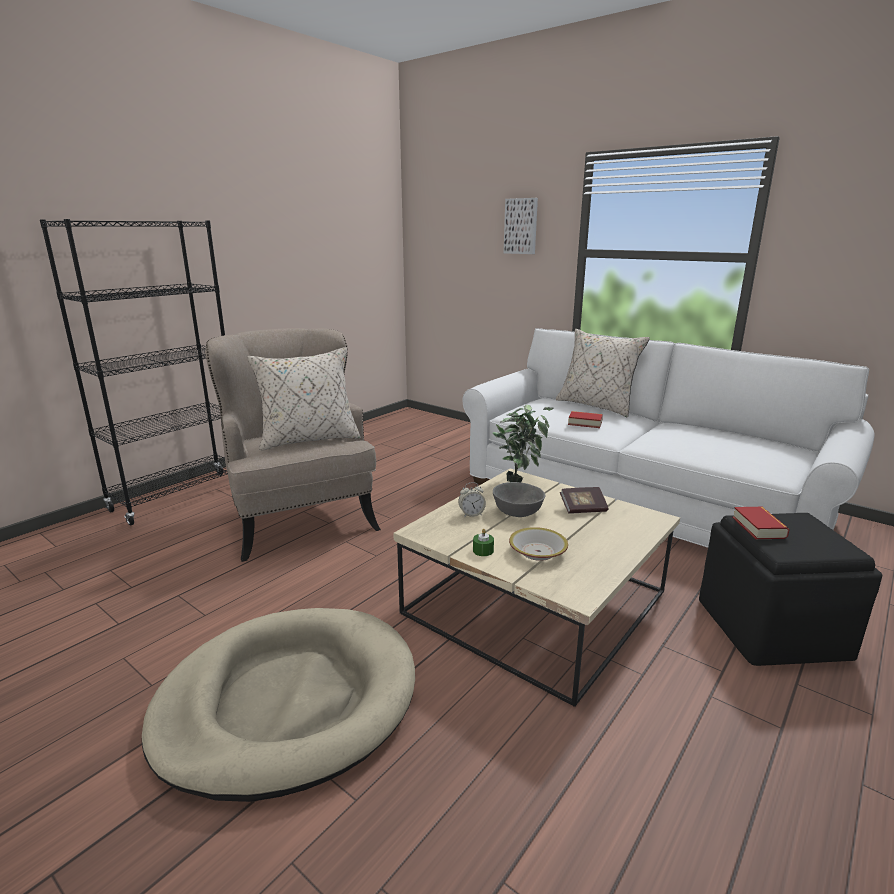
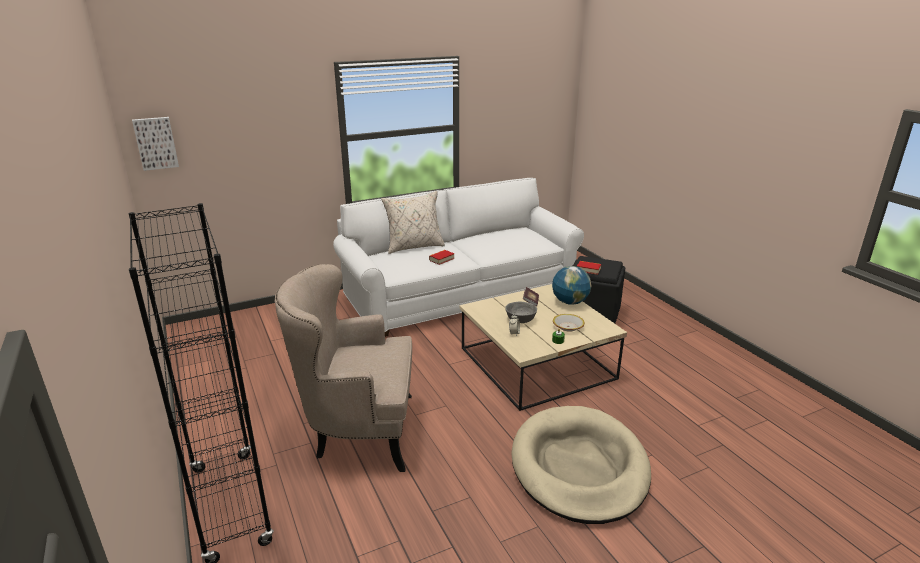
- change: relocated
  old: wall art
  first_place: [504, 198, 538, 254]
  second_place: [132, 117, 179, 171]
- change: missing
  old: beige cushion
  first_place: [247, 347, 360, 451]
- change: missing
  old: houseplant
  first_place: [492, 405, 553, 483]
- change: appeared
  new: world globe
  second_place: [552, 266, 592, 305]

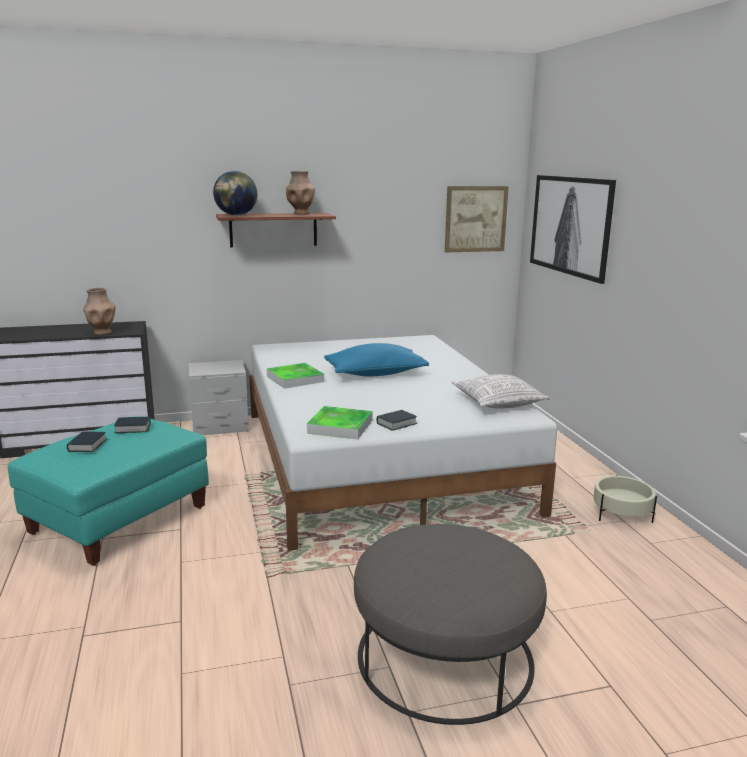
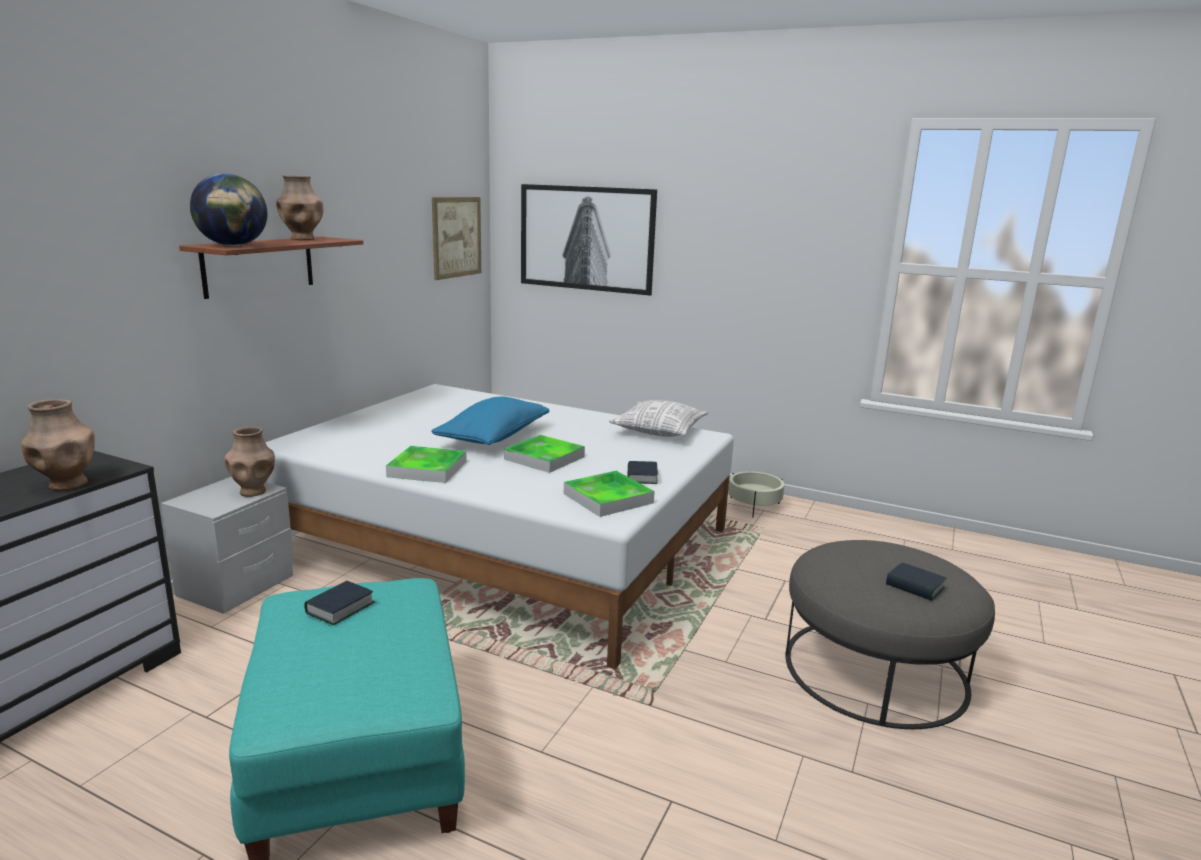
- change: relocated
  old: book
  first_place: [67, 431, 107, 452]
  second_place: [886, 563, 946, 601]
- change: appeared
  new: brown vase
  second_place: [224, 426, 275, 497]
- change: appeared
  new: carrying tray
  second_place: [504, 435, 585, 473]

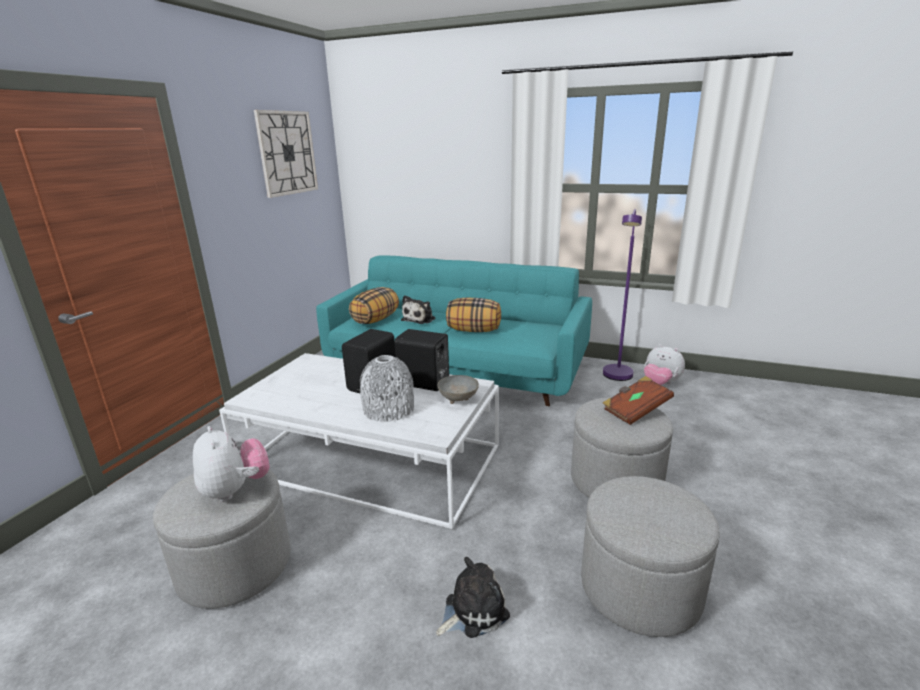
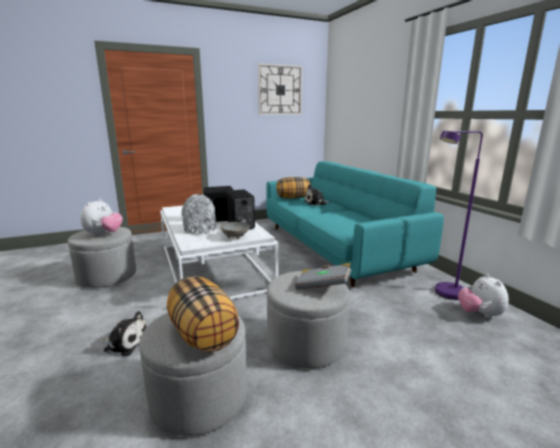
- change: relocated
  old: cushion
  first_place: [446, 298, 501, 332]
  second_place: [167, 276, 239, 352]
- change: colour
  old: brown book
  new: gray book
  first_place: [603, 376, 674, 425]
  second_place: [295, 263, 352, 290]

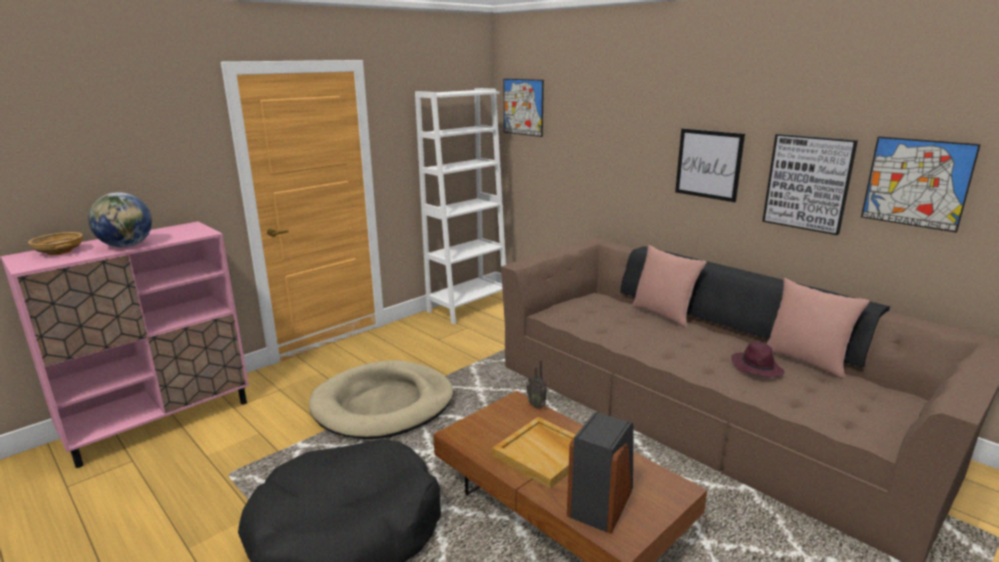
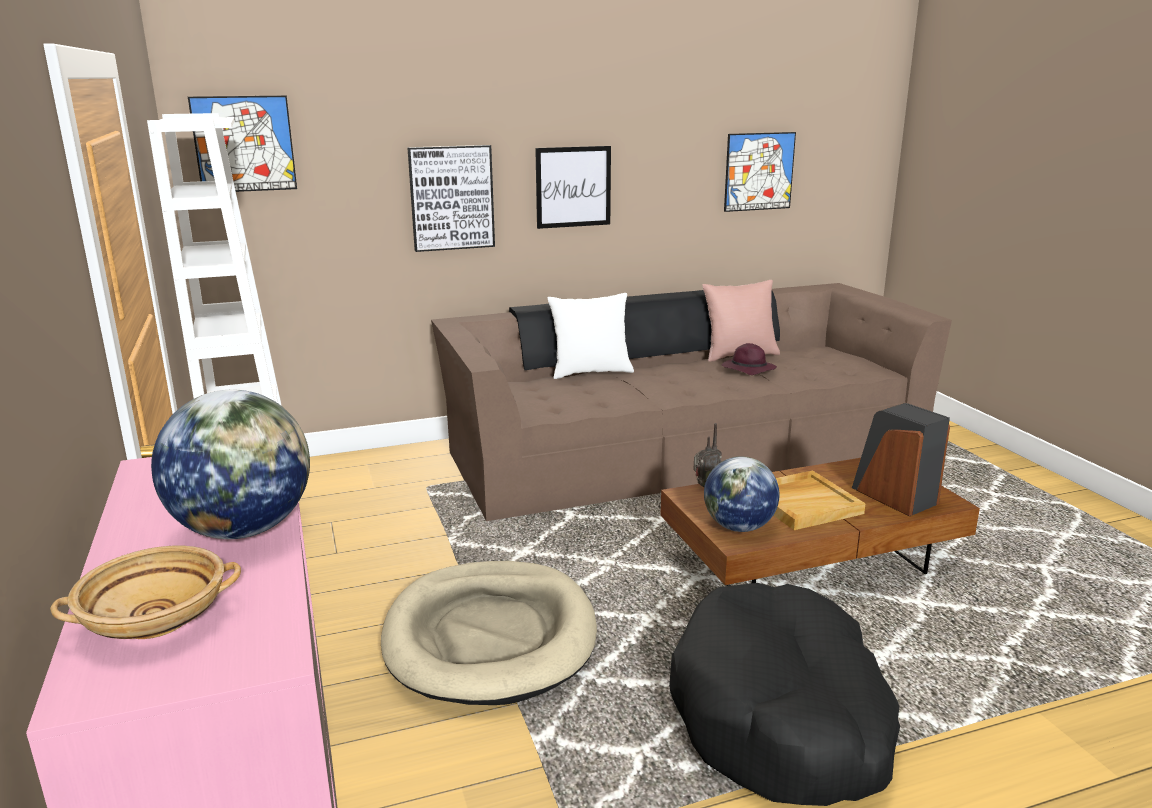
- change: relocated
  old: wall art
  first_place: [762, 134, 858, 235]
  second_place: [407, 145, 495, 252]
- change: colour
  old: pink-coloured cushion
  new: whitish cushion
  first_place: [632, 245, 707, 328]
  second_place: [548, 293, 634, 379]
- change: appeared
  new: world globe
  second_place: [704, 456, 780, 532]

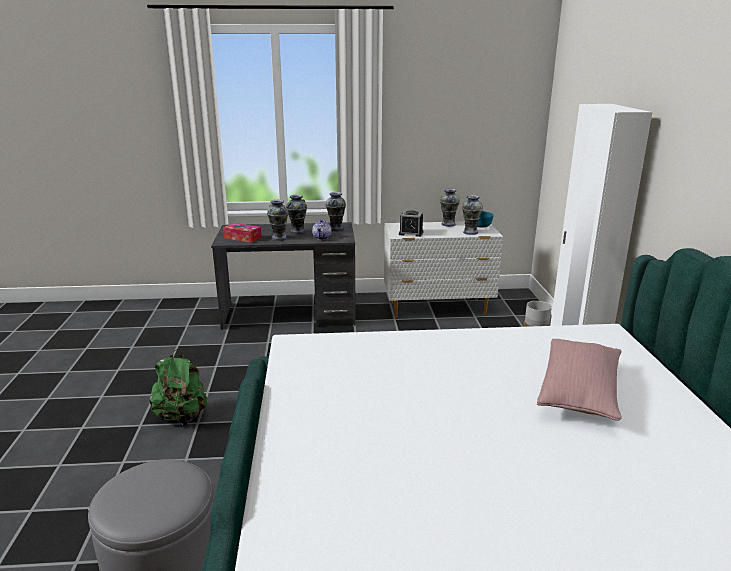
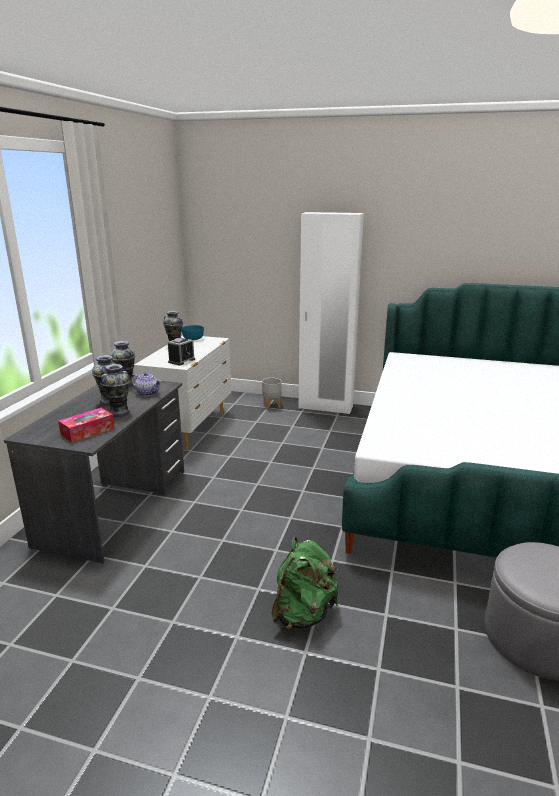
- change: missing
  old: vase
  first_place: [462, 195, 483, 235]
- change: missing
  old: pink-coloured cushion
  first_place: [537, 339, 622, 421]

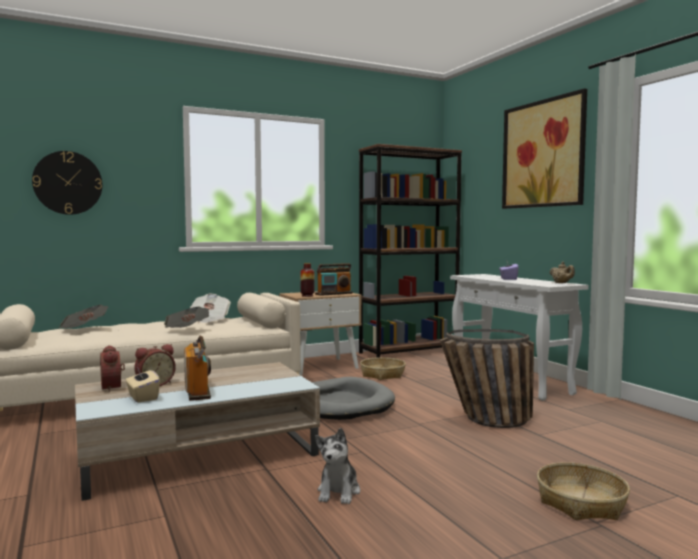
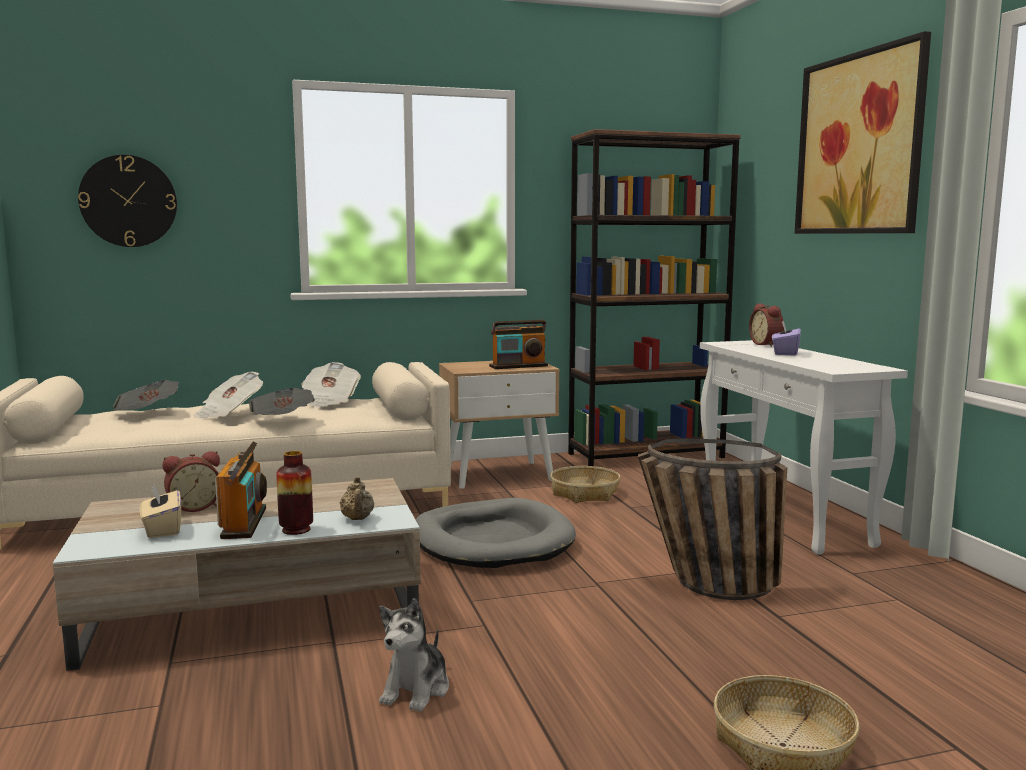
- change: relocated
  old: beige tea pot
  first_place: [549, 262, 575, 283]
  second_place: [340, 477, 374, 520]
- change: relocated
  old: vase
  first_place: [300, 263, 314, 297]
  second_place: [276, 451, 313, 535]
- change: relocated
  old: bedside clock
  first_place: [100, 345, 125, 392]
  second_place: [749, 304, 784, 347]
- change: appeared
  new: newspaper
  second_place: [194, 372, 263, 418]

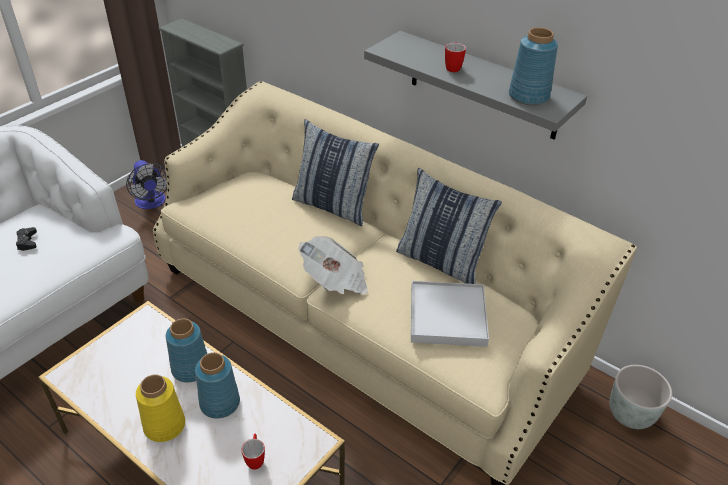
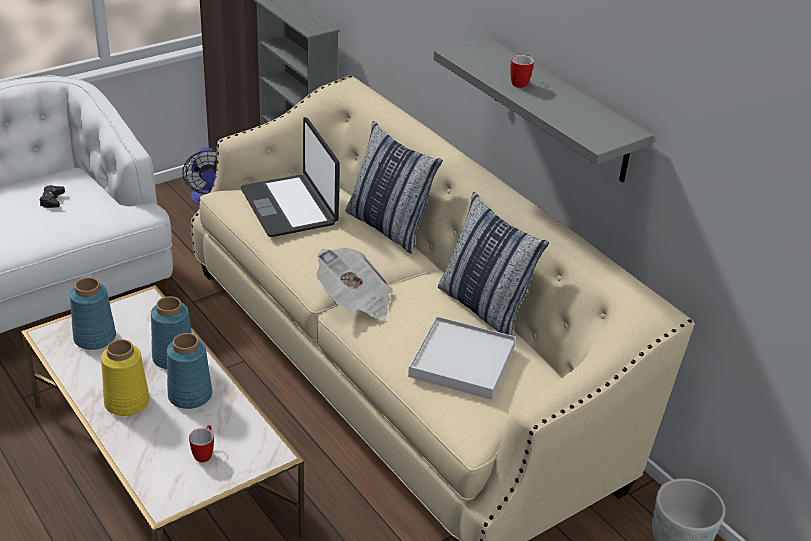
- change: relocated
  old: blue-coloured vase
  first_place: [509, 27, 558, 105]
  second_place: [70, 277, 116, 350]
- change: appeared
  new: laptop
  second_place: [241, 117, 340, 237]

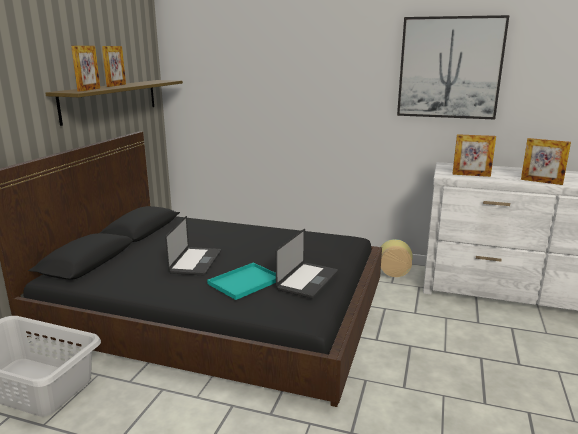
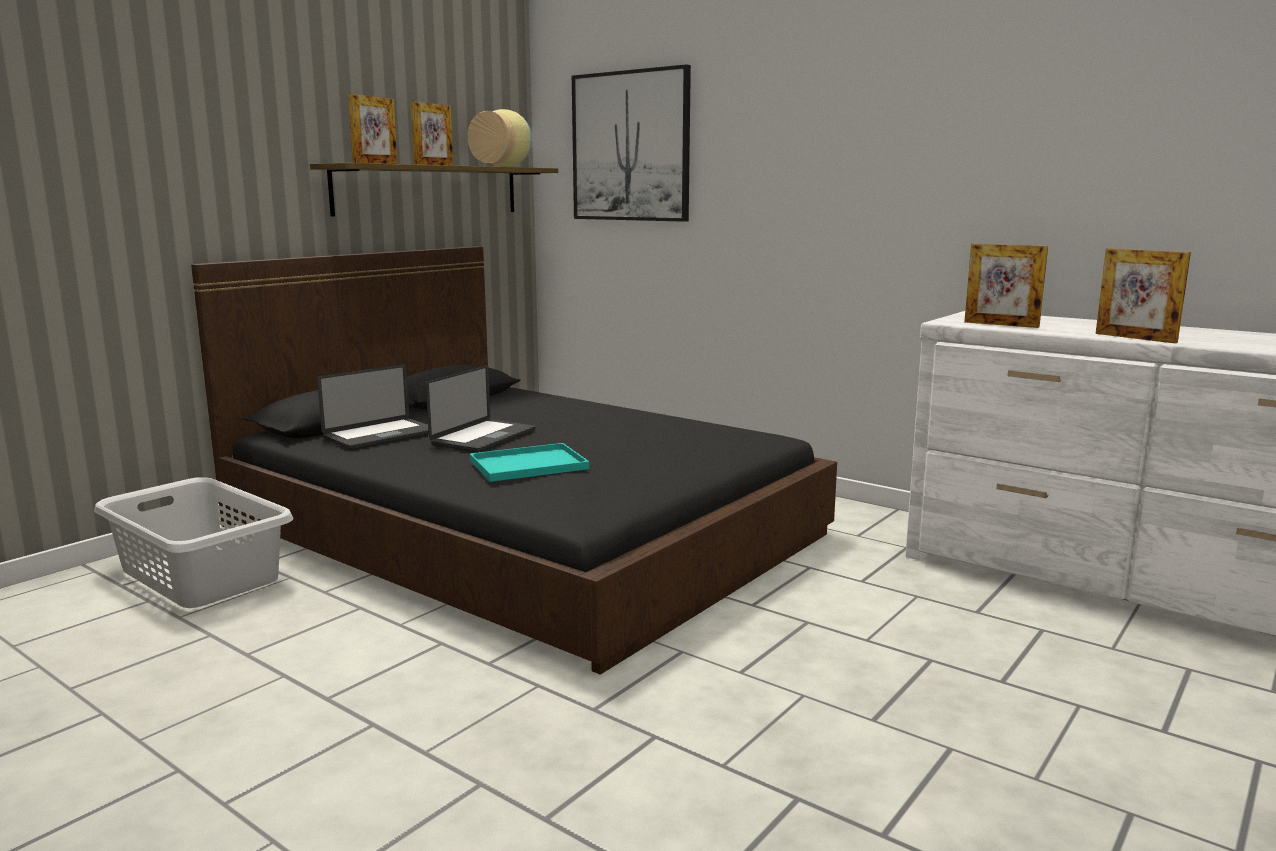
- change: relocated
  old: wall art
  first_place: [397, 15, 510, 120]
  second_place: [572, 64, 691, 222]
- change: relocated
  old: laptop
  first_place: [276, 229, 338, 298]
  second_place: [317, 364, 429, 450]
- change: relocated
  old: vase
  first_place: [381, 239, 413, 277]
  second_place: [468, 109, 532, 167]

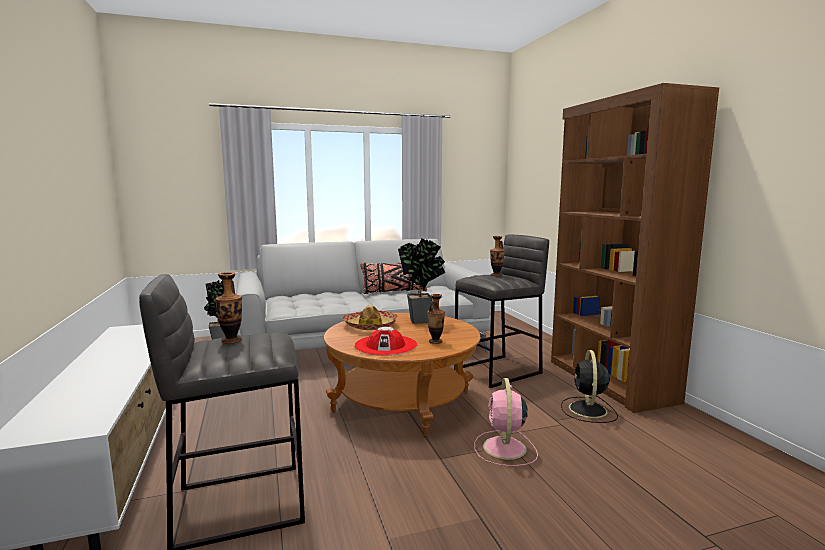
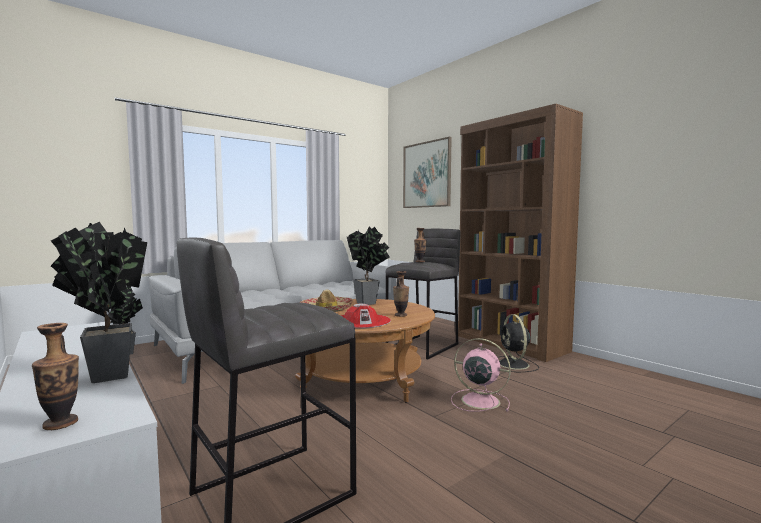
- change: missing
  old: black cushion
  first_place: [360, 263, 427, 294]
- change: relocated
  old: vase
  first_place: [215, 272, 242, 344]
  second_place: [32, 323, 79, 430]
- change: spun
  old: pink-coloured cooling fan
  first_place: [474, 378, 538, 466]
  second_place: [451, 338, 511, 412]
  degrees: 135
- change: appeared
  new: wall art
  second_place: [403, 137, 452, 208]
- change: appeared
  new: houseplant
  second_place: [51, 222, 147, 383]

